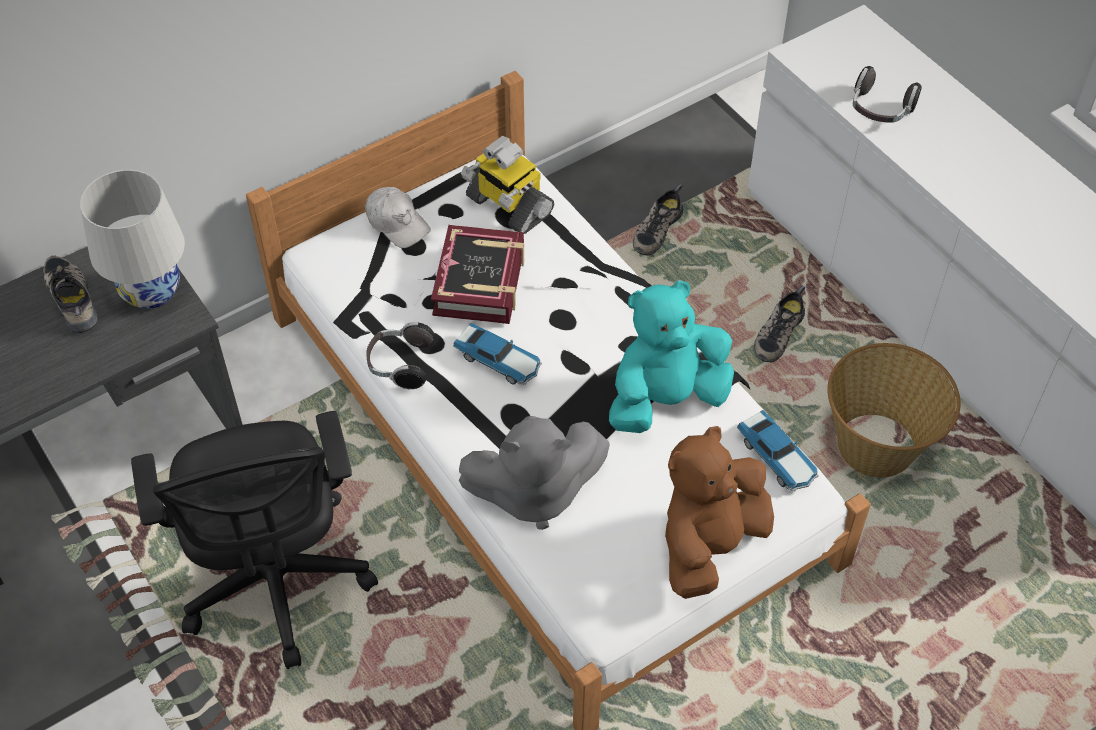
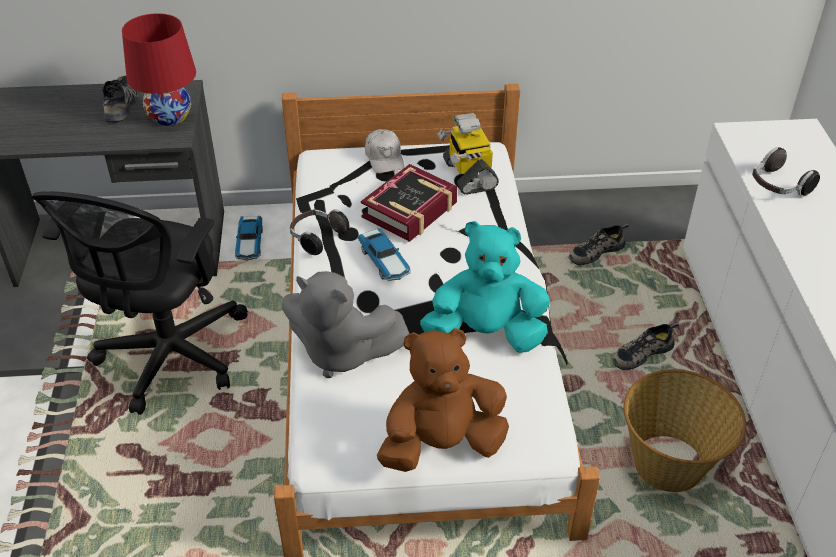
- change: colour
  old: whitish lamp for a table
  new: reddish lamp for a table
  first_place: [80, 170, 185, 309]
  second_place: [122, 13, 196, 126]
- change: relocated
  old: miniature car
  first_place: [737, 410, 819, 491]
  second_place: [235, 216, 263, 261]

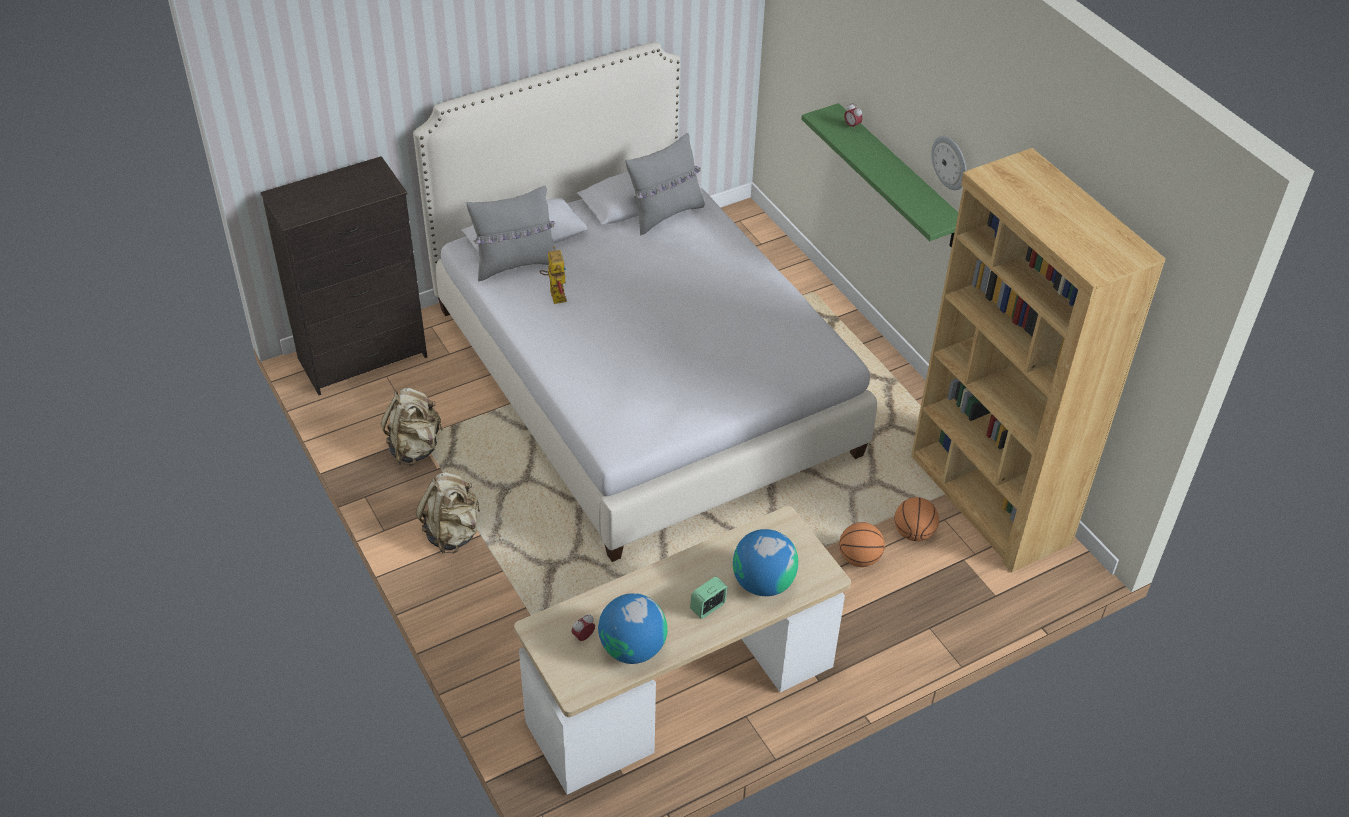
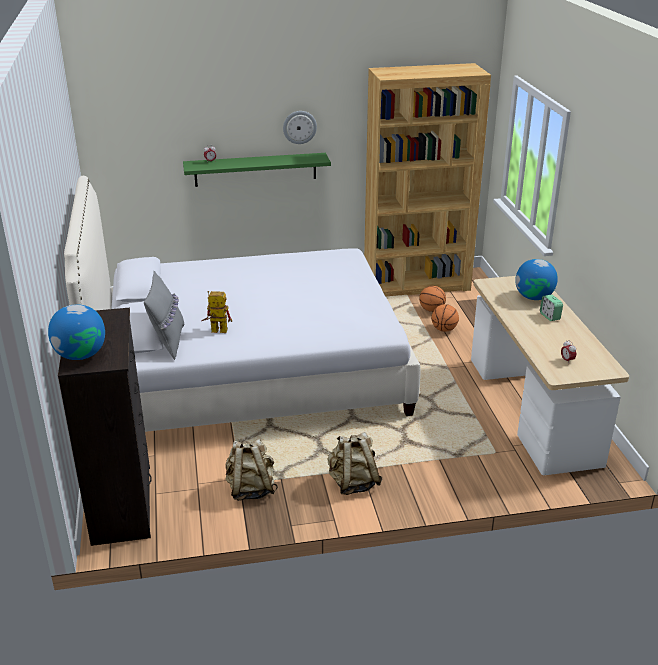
- change: missing
  old: gray cushion
  first_place: [625, 133, 705, 236]
- change: relocated
  old: world globe
  first_place: [598, 593, 668, 664]
  second_place: [48, 304, 105, 360]

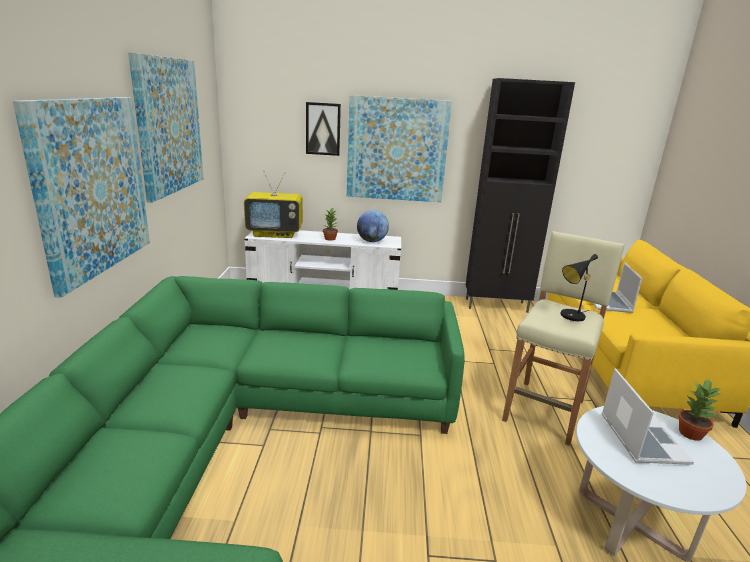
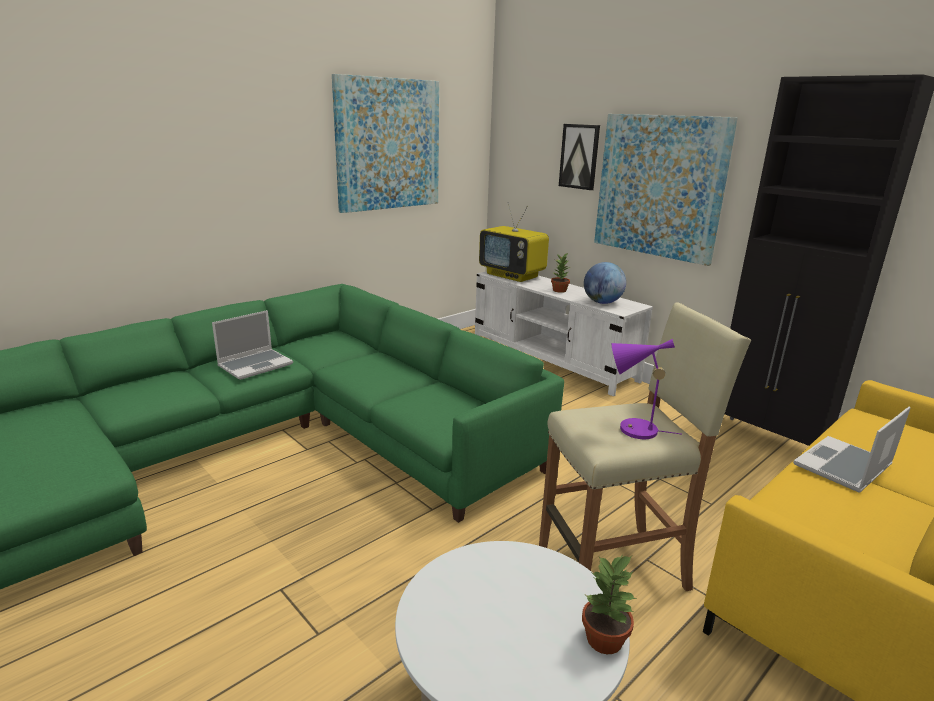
- change: missing
  old: wall art
  first_place: [13, 97, 150, 298]
- change: colour
  old: black lamp for a table
  new: purplish lamp for a table
  first_place: [561, 254, 598, 321]
  second_place: [612, 339, 681, 439]
- change: relocated
  old: laptop
  first_place: [602, 368, 694, 465]
  second_place: [212, 310, 293, 380]

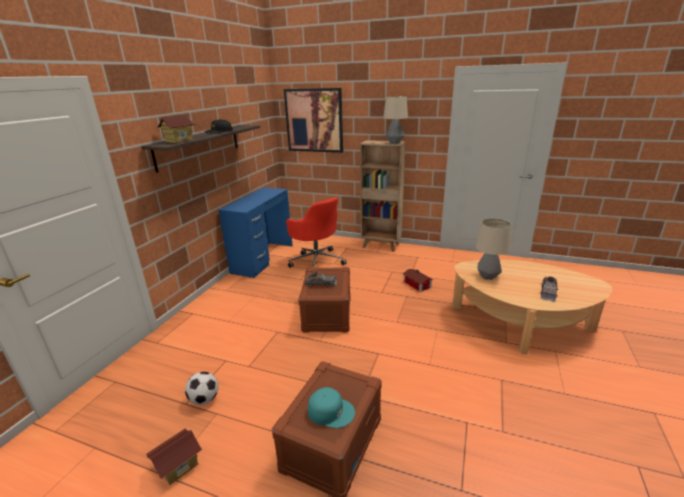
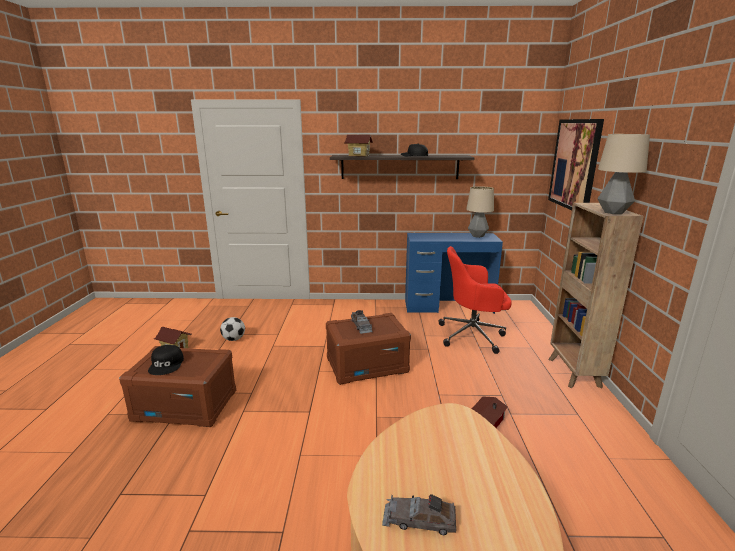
- change: spun
  old: reddish office chair
  first_place: [286, 197, 347, 268]
  second_place: [438, 246, 512, 354]
  degrees: 60
- change: relocated
  old: lamp for a table
  first_place: [475, 218, 511, 280]
  second_place: [466, 186, 494, 238]
- change: colour
  old: blue-green baseball cap
  new: black baseball cap
  first_place: [308, 387, 355, 428]
  second_place: [148, 345, 184, 375]

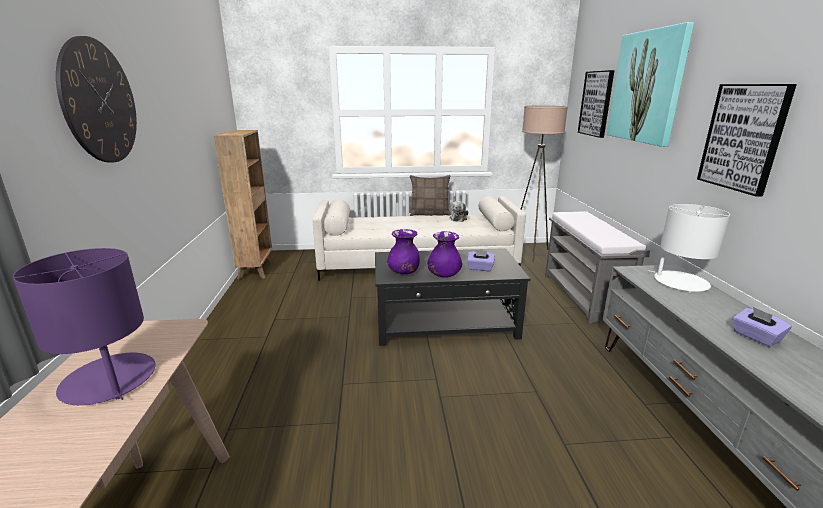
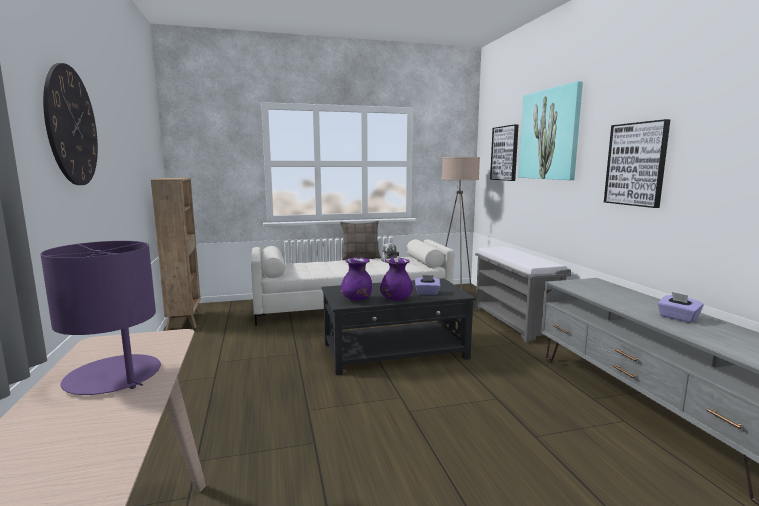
- change: missing
  old: whitish lamp for a table
  first_place: [648, 204, 730, 293]

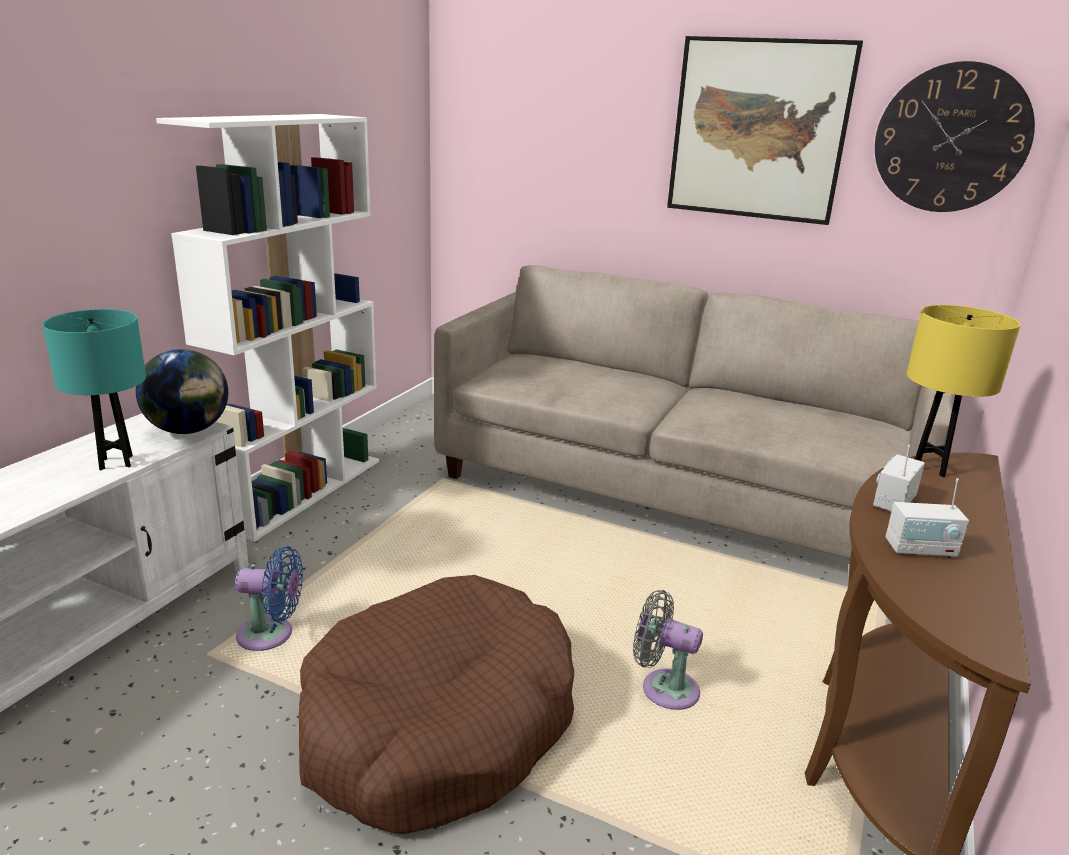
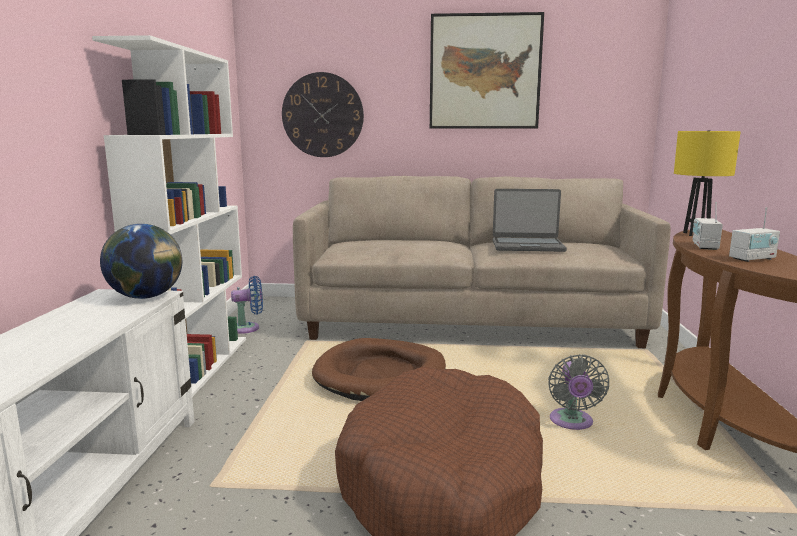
- change: relocated
  old: hanging clock
  first_place: [875, 61, 1035, 212]
  second_place: [282, 72, 364, 157]
- change: missing
  old: blue-green lamp for a table
  first_place: [42, 309, 146, 470]
- change: relocated
  old: blue-coloured cooling fan
  first_place: [235, 546, 303, 651]
  second_place: [231, 276, 263, 334]
- change: spun
  old: gray cooling fan
  first_place: [633, 590, 703, 710]
  second_place: [548, 354, 609, 430]
  degrees: -90
- change: appeared
  new: laptop
  second_place: [493, 189, 567, 252]
- change: appeared
  new: brown dog cushion
  second_place: [312, 338, 446, 401]

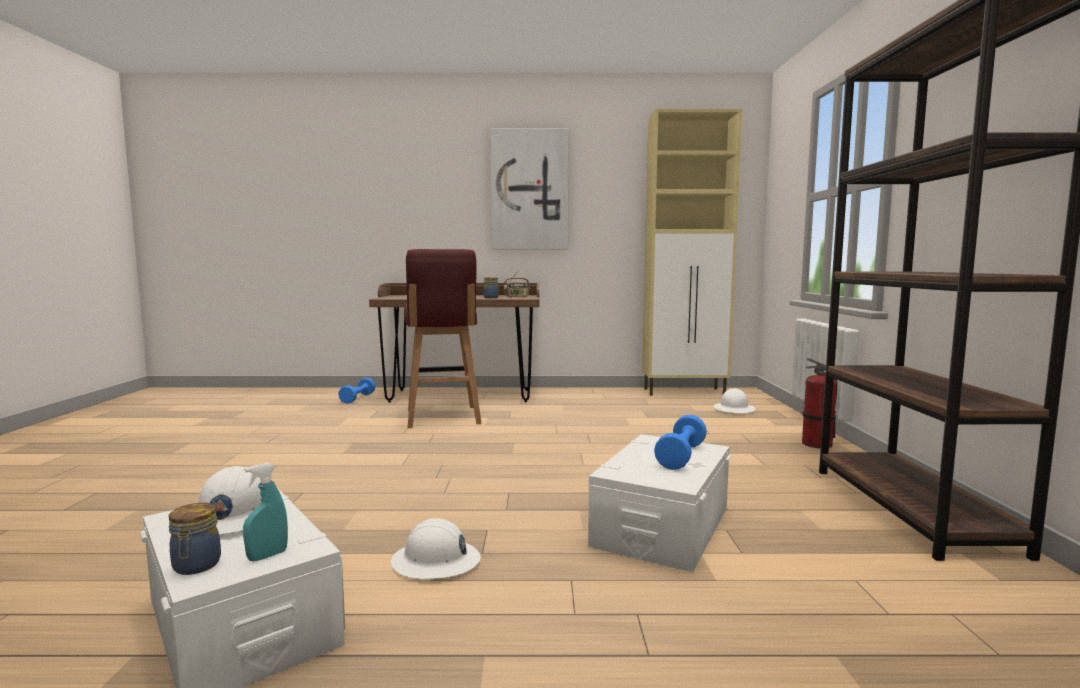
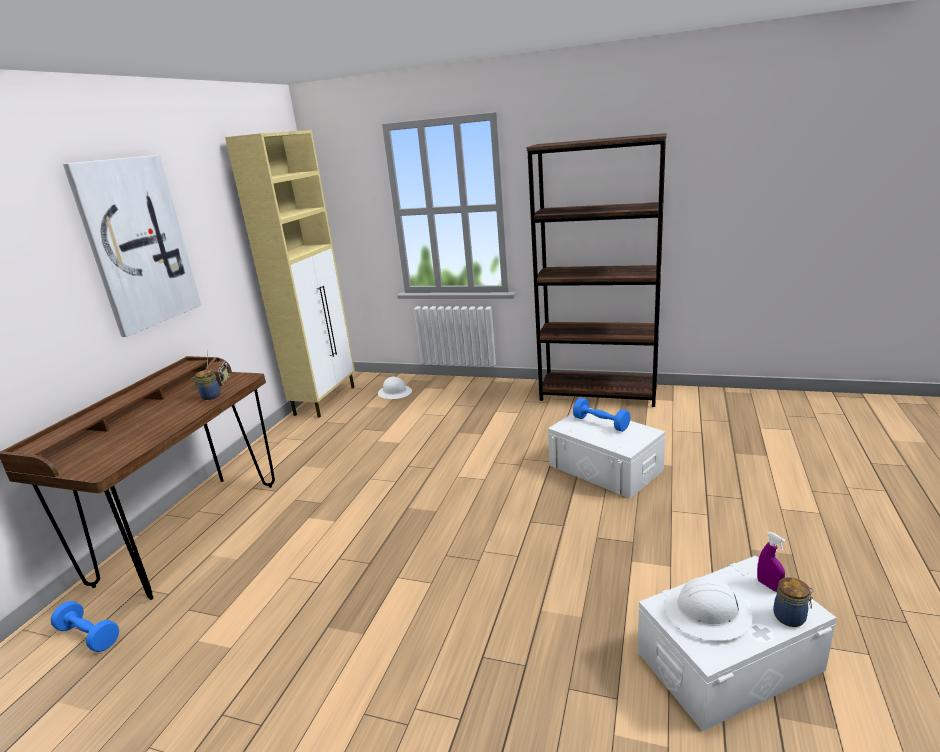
- change: missing
  old: reddish stool
  first_place: [404, 249, 482, 428]
- change: missing
  old: extinguisher
  first_place: [802, 358, 837, 448]
- change: colour
  old: blue-green spray bottle
  new: purplish spray bottle
  first_place: [243, 463, 288, 562]
  second_place: [757, 532, 787, 592]
- change: missing
  old: whitish safety helmet
  first_place: [391, 518, 481, 579]

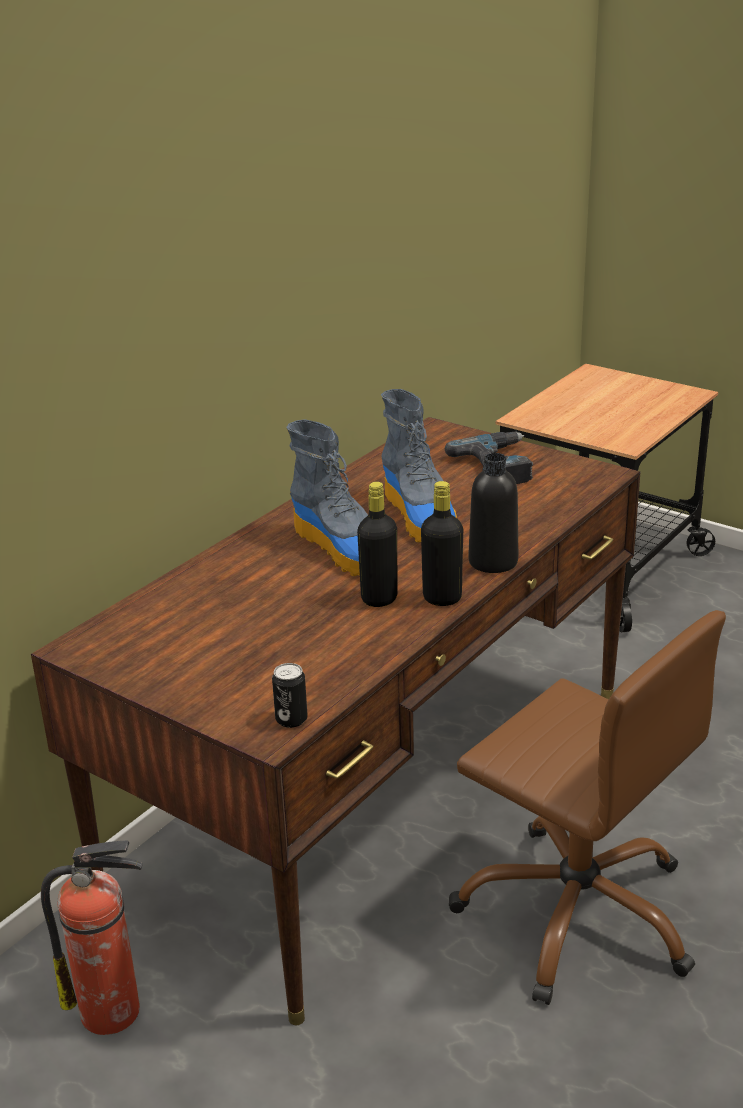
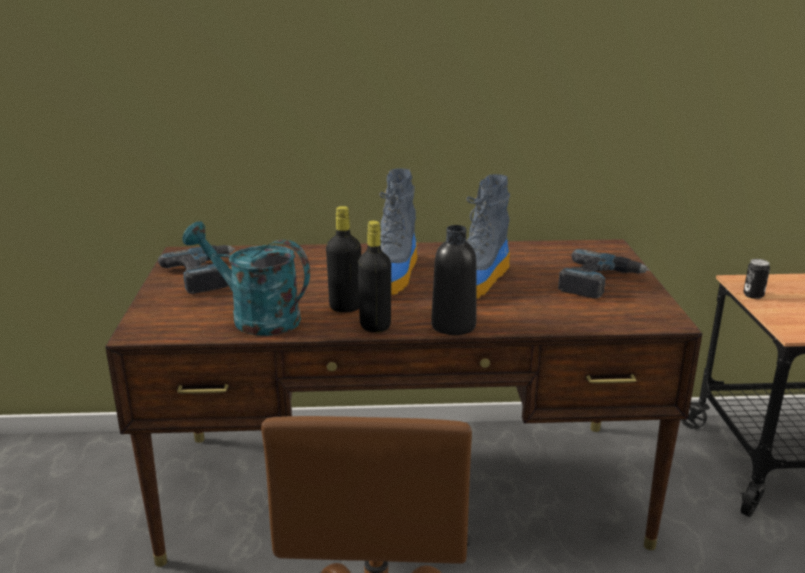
- change: relocated
  old: metal can
  first_place: [272, 663, 308, 728]
  second_place: [743, 259, 770, 299]
- change: missing
  old: extinguisher
  first_place: [41, 841, 143, 1035]
- change: appeared
  new: blue-green watering pot
  second_place: [183, 221, 310, 336]
- change: appeared
  new: power drill
  second_place: [158, 245, 235, 294]

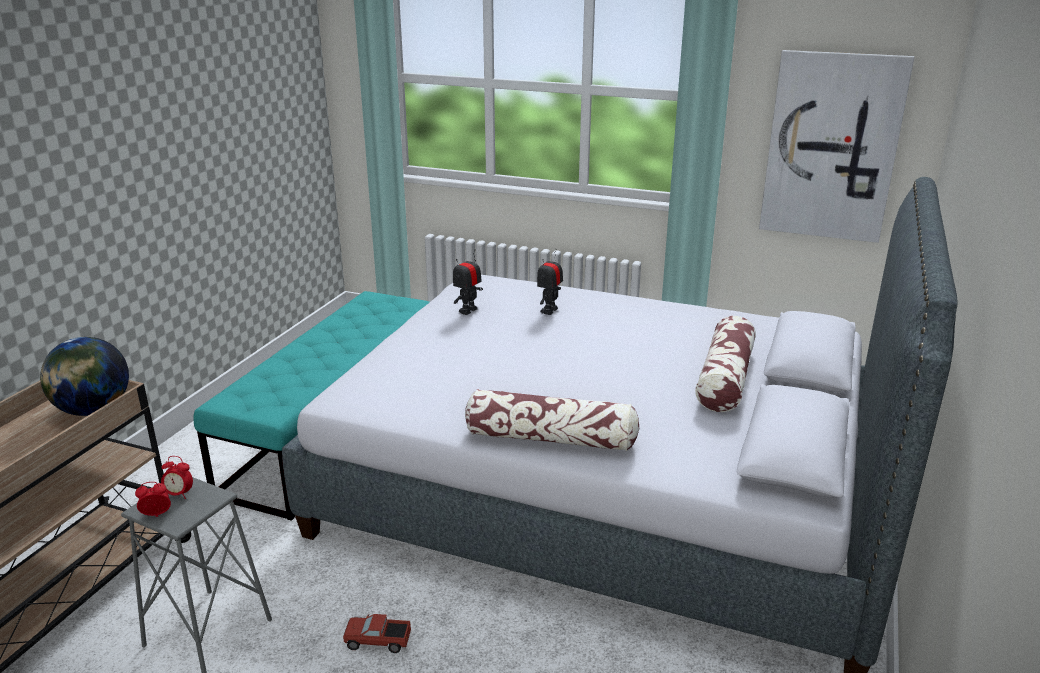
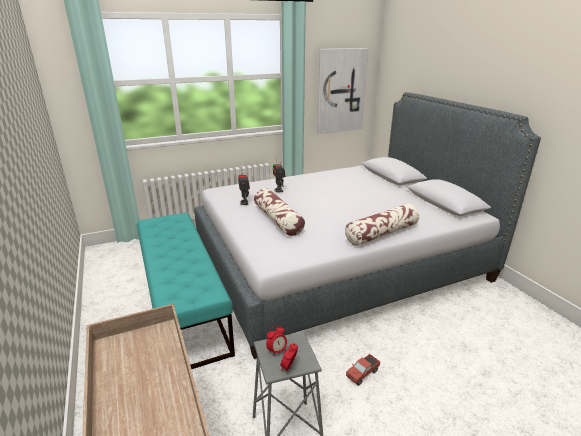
- change: relocated
  old: cushion
  first_place: [695, 316, 756, 412]
  second_place: [254, 188, 305, 236]
- change: missing
  old: world globe
  first_place: [40, 337, 129, 416]

